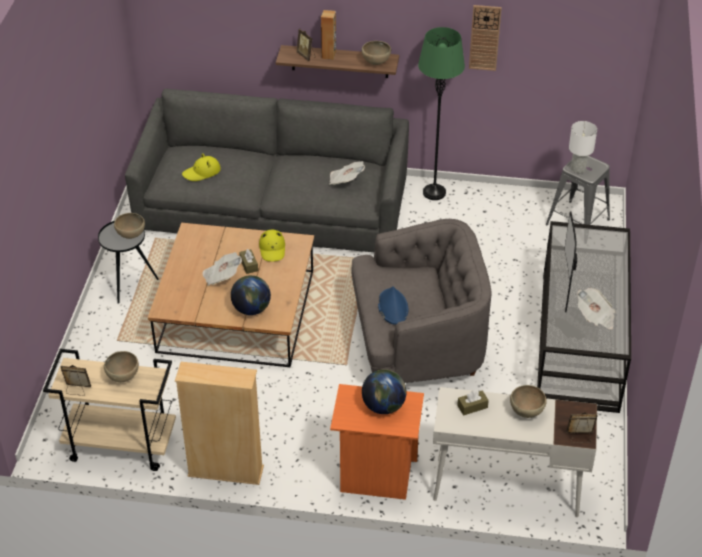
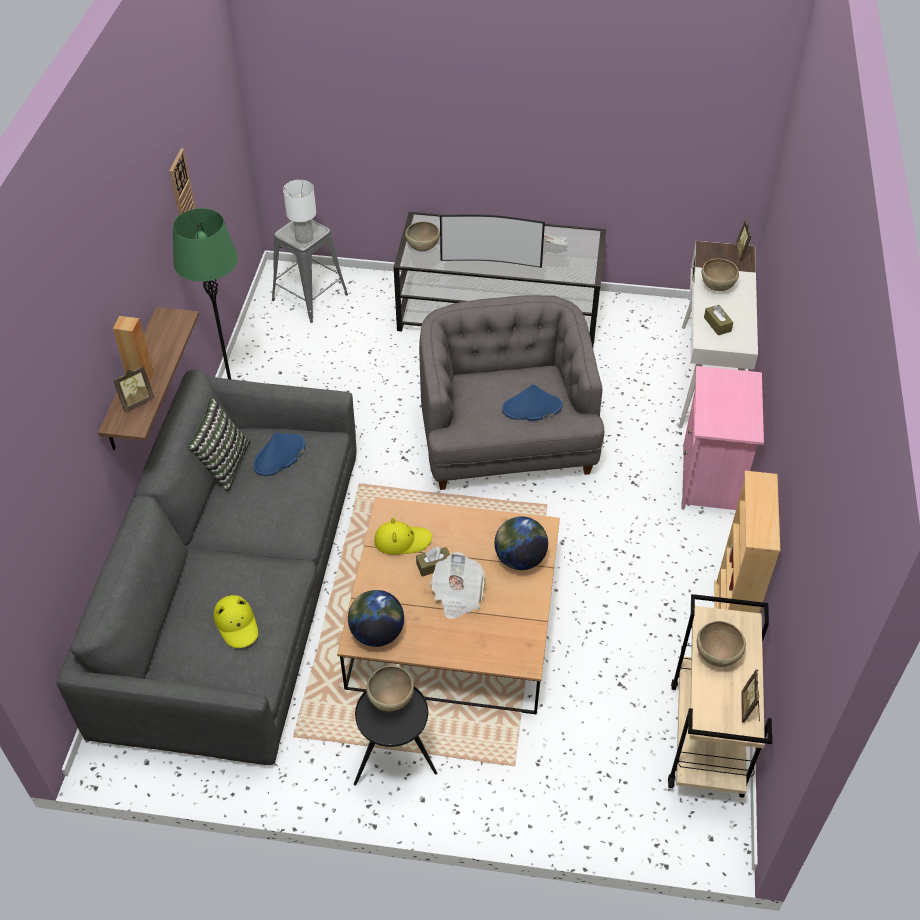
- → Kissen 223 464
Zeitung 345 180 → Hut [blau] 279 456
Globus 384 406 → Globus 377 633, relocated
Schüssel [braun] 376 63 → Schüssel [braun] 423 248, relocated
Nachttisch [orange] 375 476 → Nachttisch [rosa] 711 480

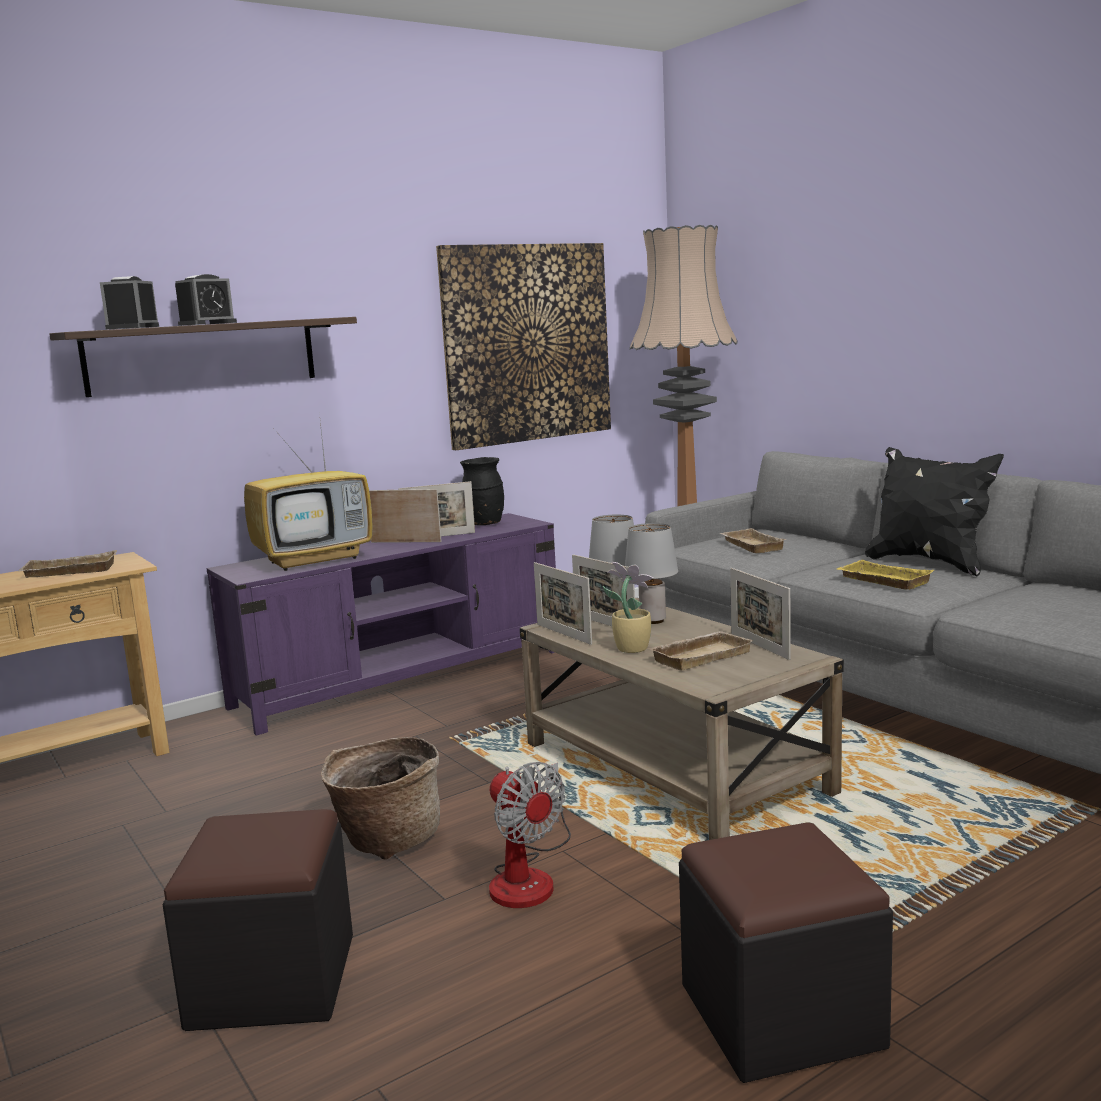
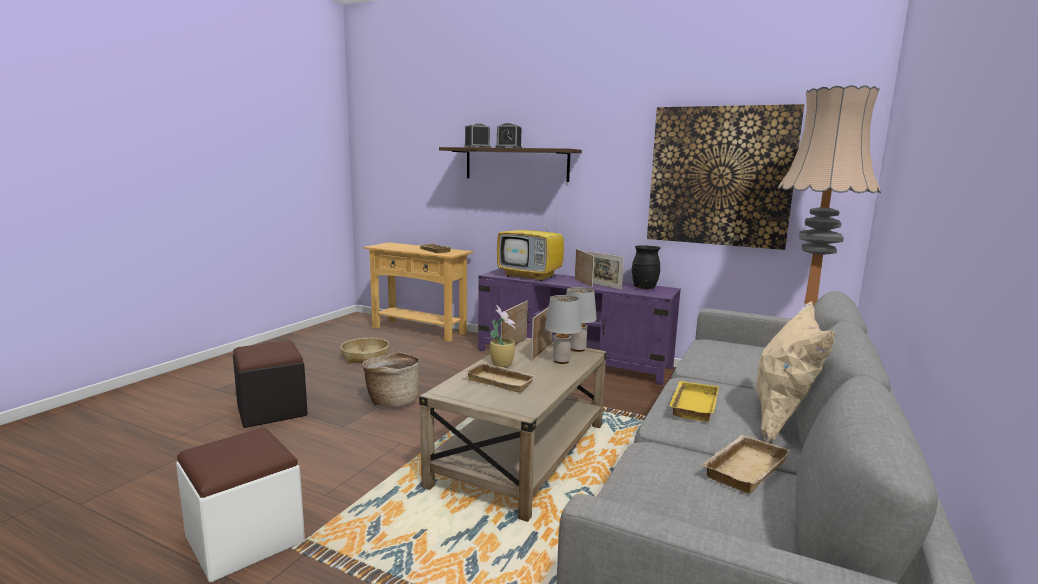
Polsterhocker [schwarz] 780 1016 → Polsterhocker [weiß] 245 539
- → Korb 365 357
Tablett [beige] 750 546 → Tablett [beige] 743 467, relocated
Kissen [schwarz] 929 563 → Kissen [beige] 783 419
Ventilator 528 876 → -
Bilderrahmen 759 646 → -

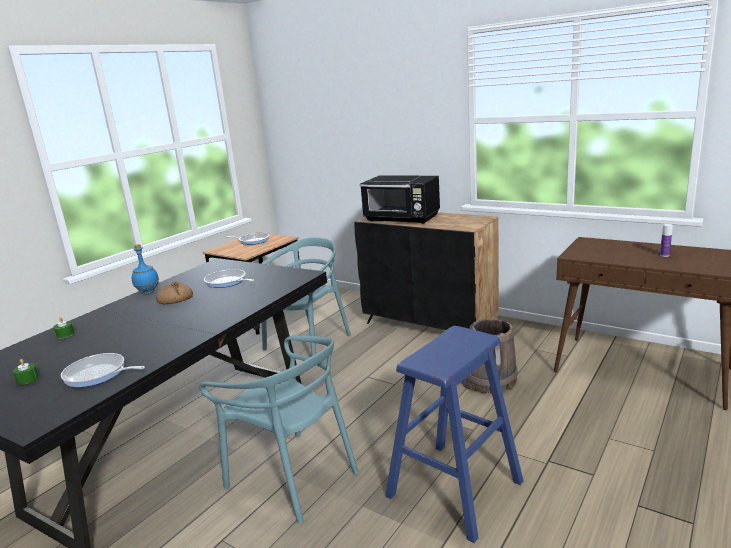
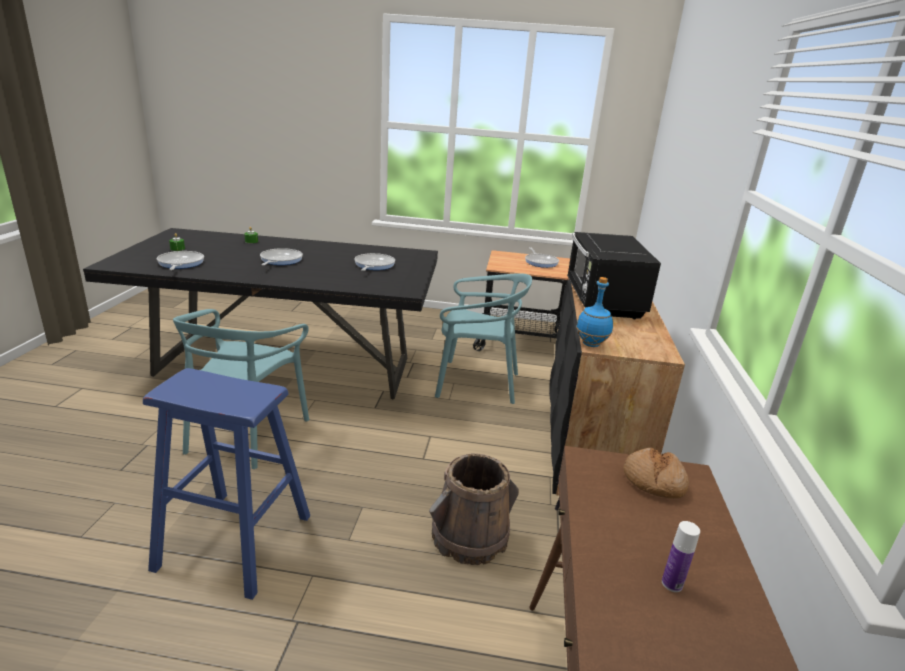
- → Pfanne 280 260
Flasche [blau] 148 292 → Flasche [blau] 591 344, relocated
Brot 175 299 → Brot 653 481, relocated

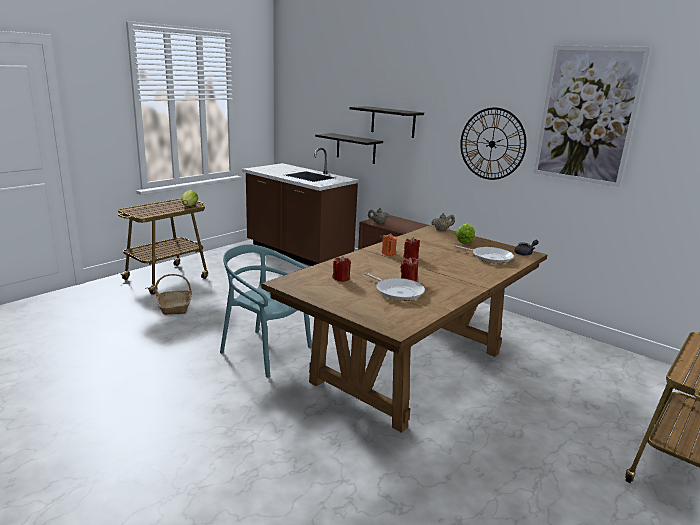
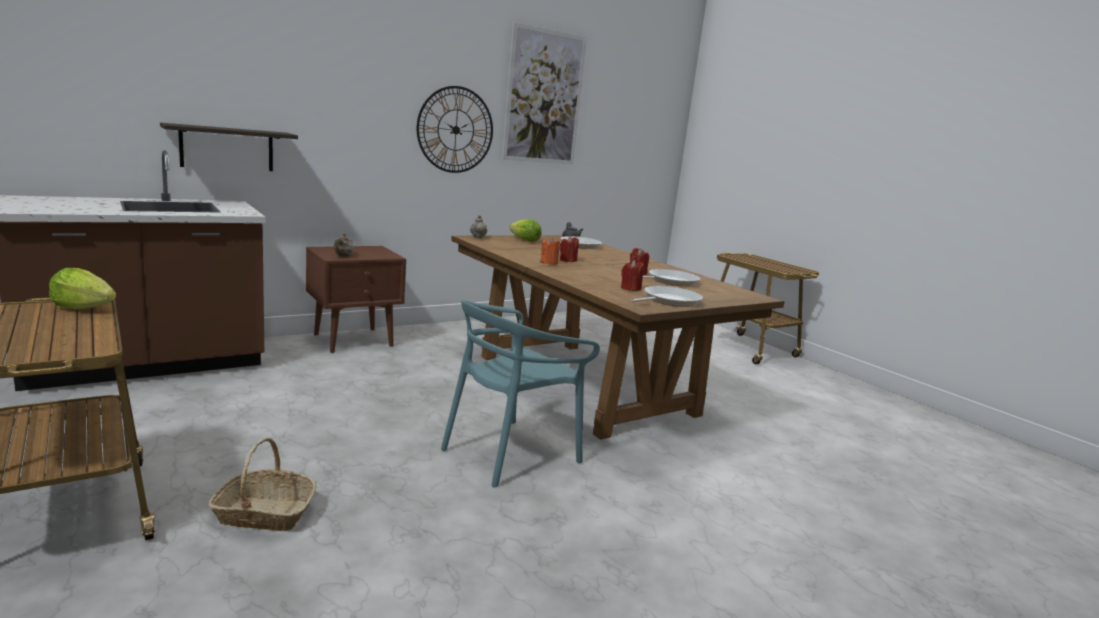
- → Pfanne 669 301
Wandregal 393 122 → -

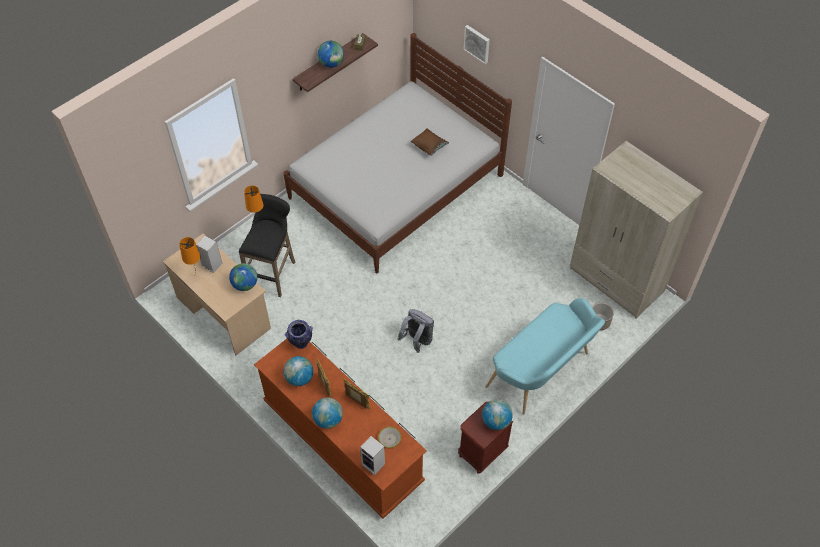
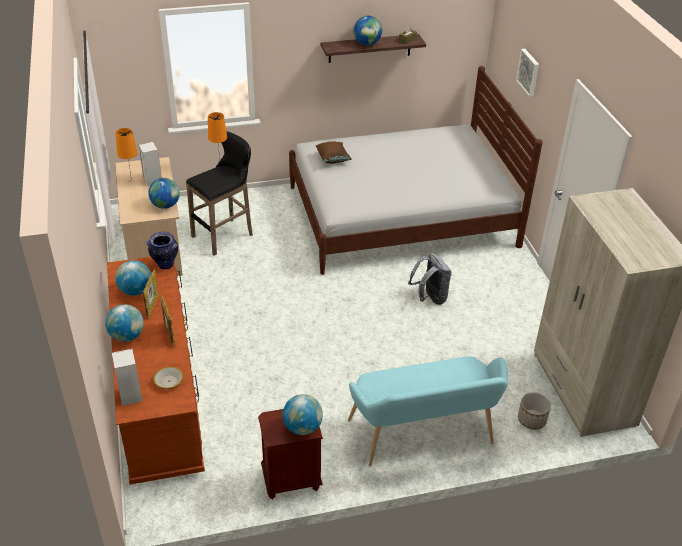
Kissen [braun] 429 147 → Kissen [braun] 332 159, relocated
Rucksack [grau] 417 341 → Rucksack [grau] 430 298, relocated

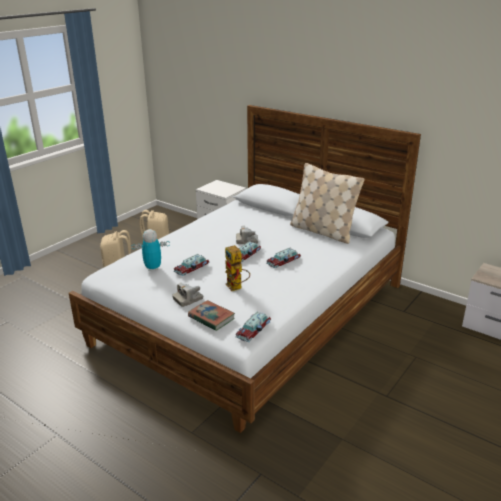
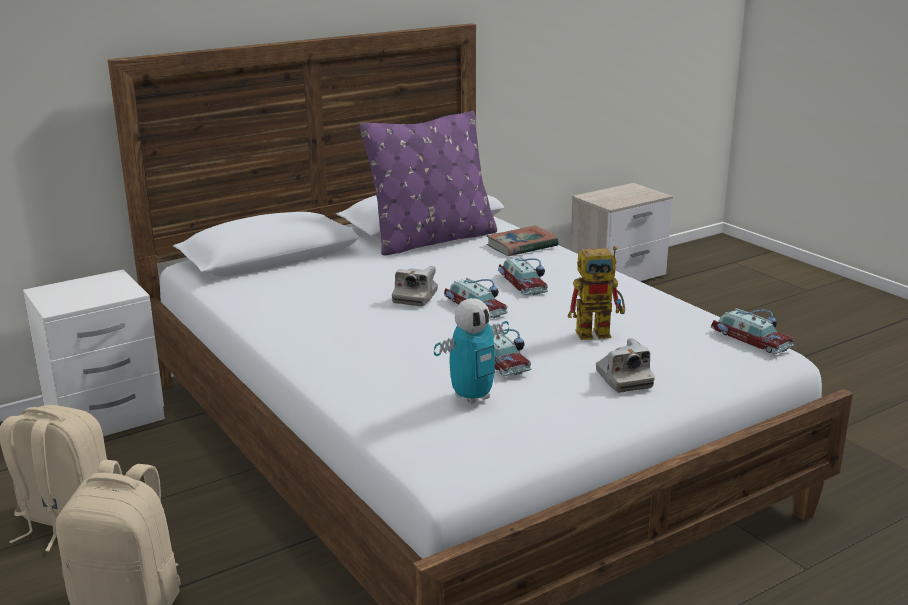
Kissen [beige] 323 231 → Kissen [lila] 432 240
Spielzeugroboter 153 268 → Spielzeugroboter 472 397, 135 degrees counterclockwise
Buch 211 318 → Buch 522 246, relocated

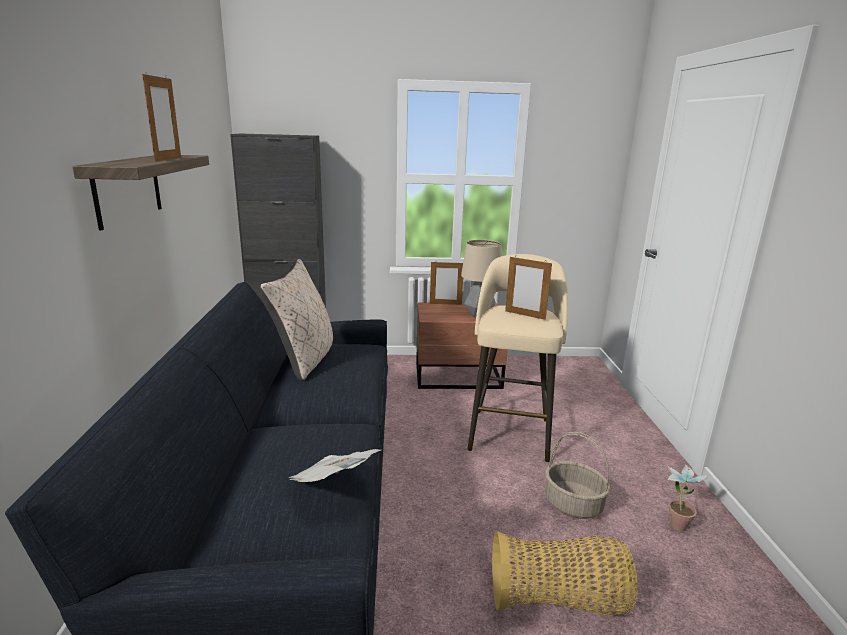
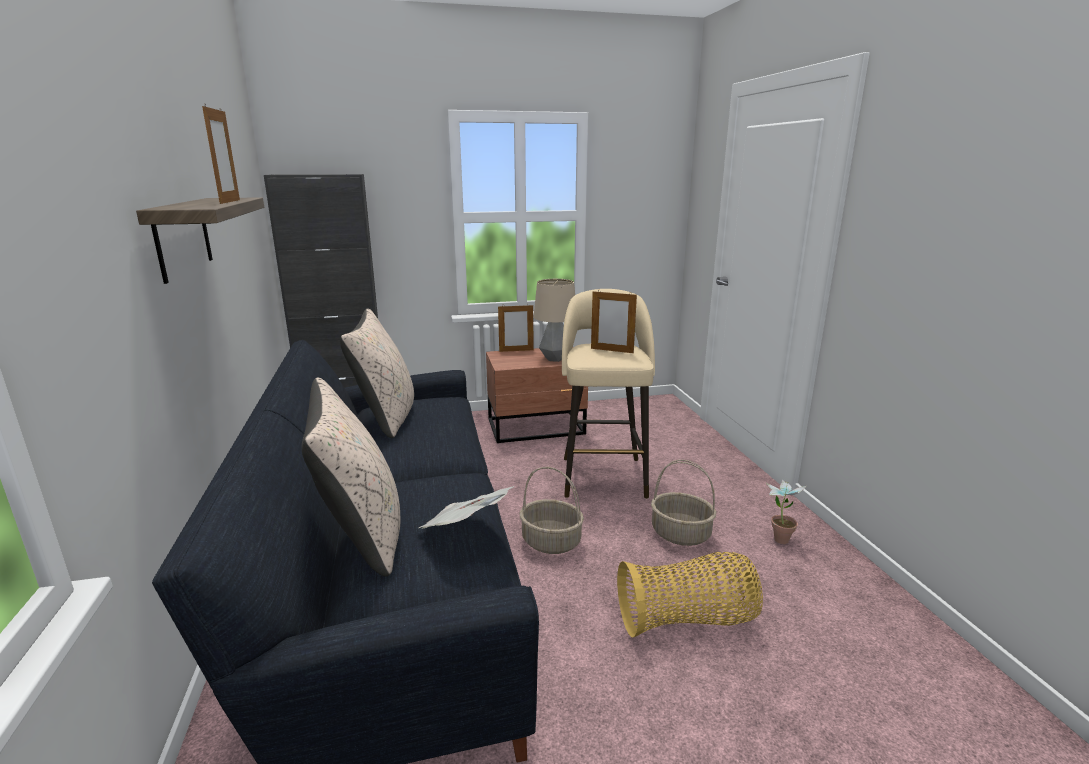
- → Kissen [beige] 362 535
- → Korb 550 542

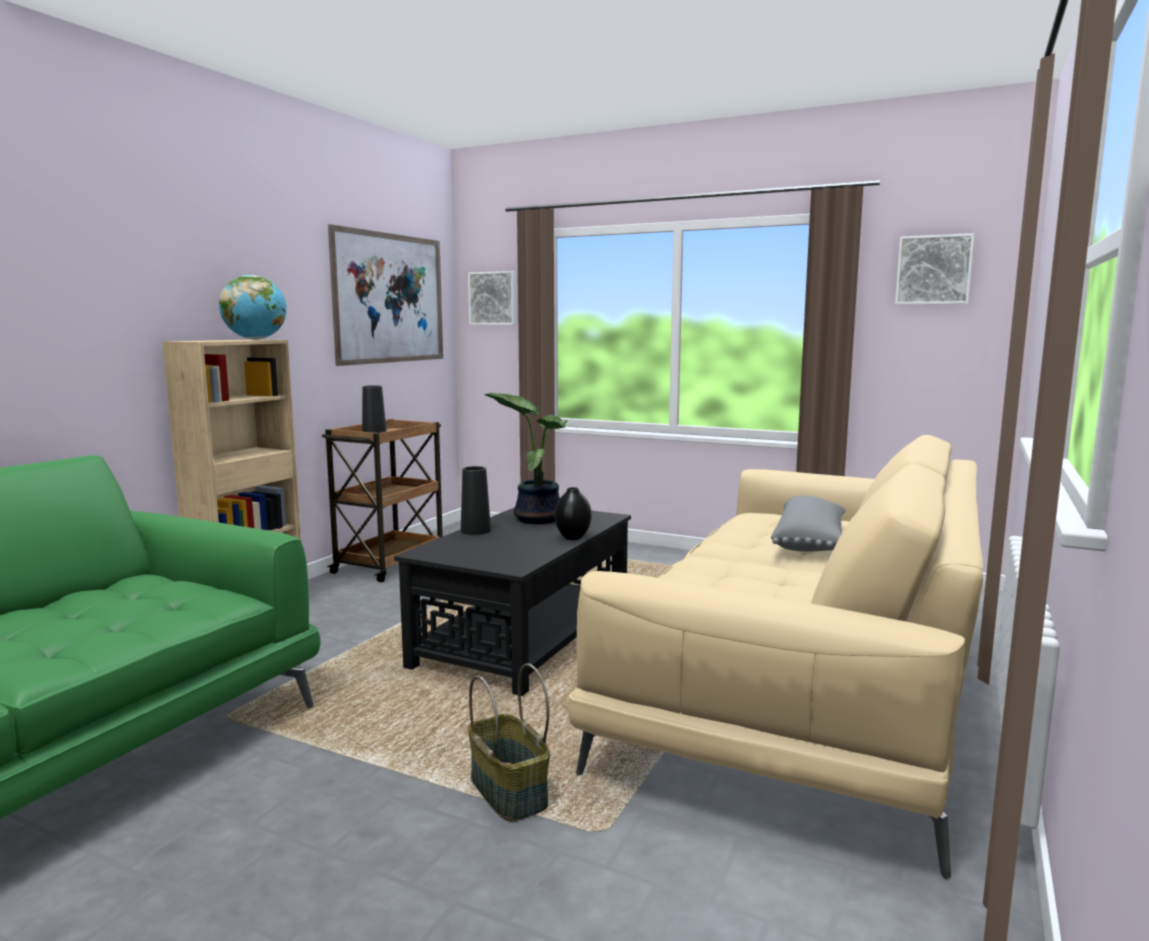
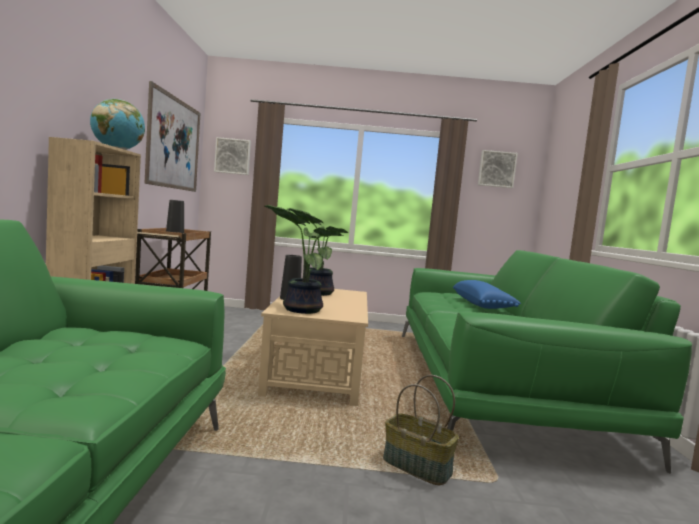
Couchtisch [schwarz] 524 637 → Couchtisch [beige] 316 371
- → Topfpflanze 300 309
Sofa [beige] 804 683 → Sofa [grün] 493 384
Kissen [grau] 811 543 → Kissen [blau] 482 305
Vase [schwarz] 572 537 → -

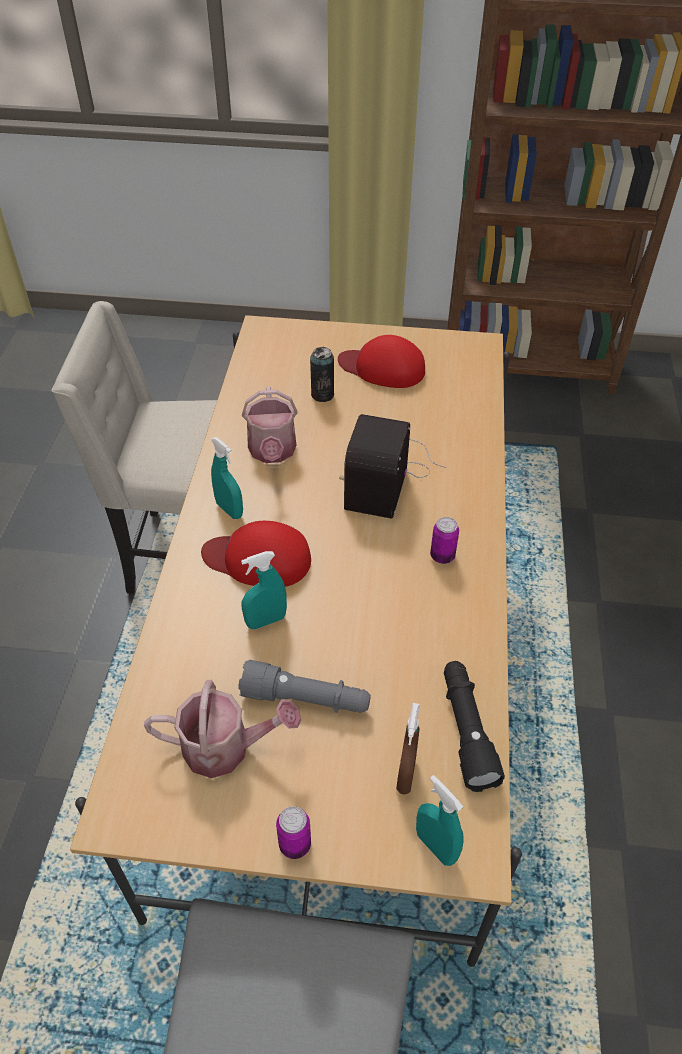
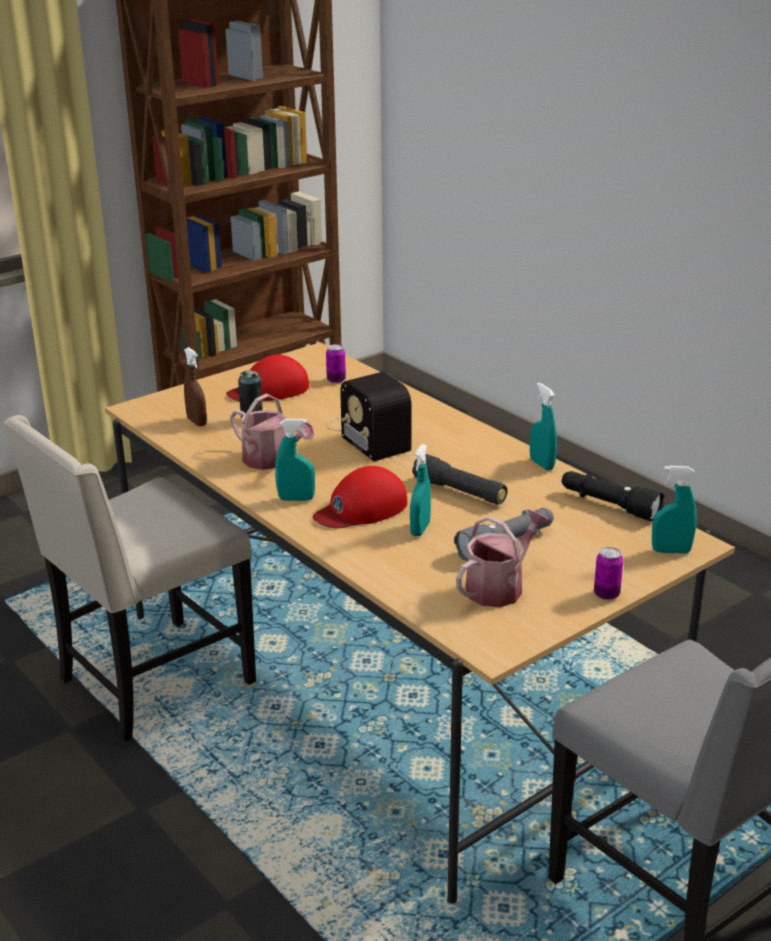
Sprühflasche [braun] 406 774 → Sprühflasche [braun] 197 422, relocated
Dose 442 556 → Dose 336 380, relocated
- → Taschenlampe [schwarz] 459 492
- → Sprühflasche [türkis] 541 464

